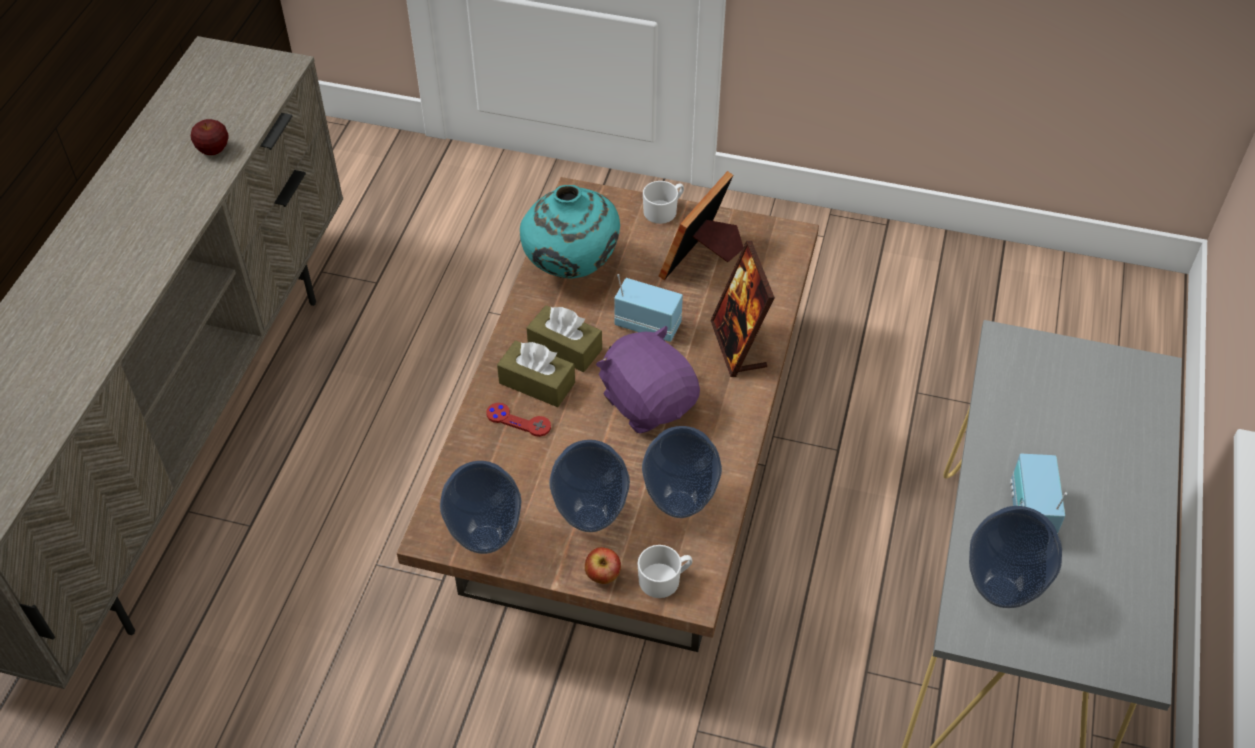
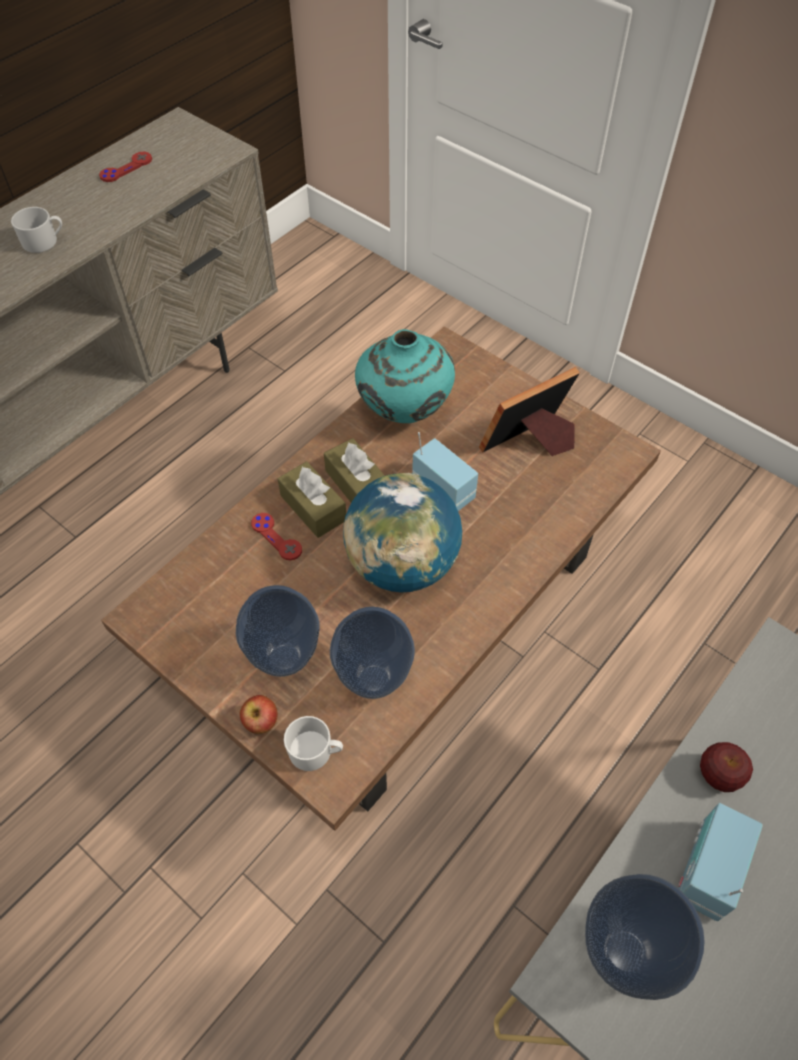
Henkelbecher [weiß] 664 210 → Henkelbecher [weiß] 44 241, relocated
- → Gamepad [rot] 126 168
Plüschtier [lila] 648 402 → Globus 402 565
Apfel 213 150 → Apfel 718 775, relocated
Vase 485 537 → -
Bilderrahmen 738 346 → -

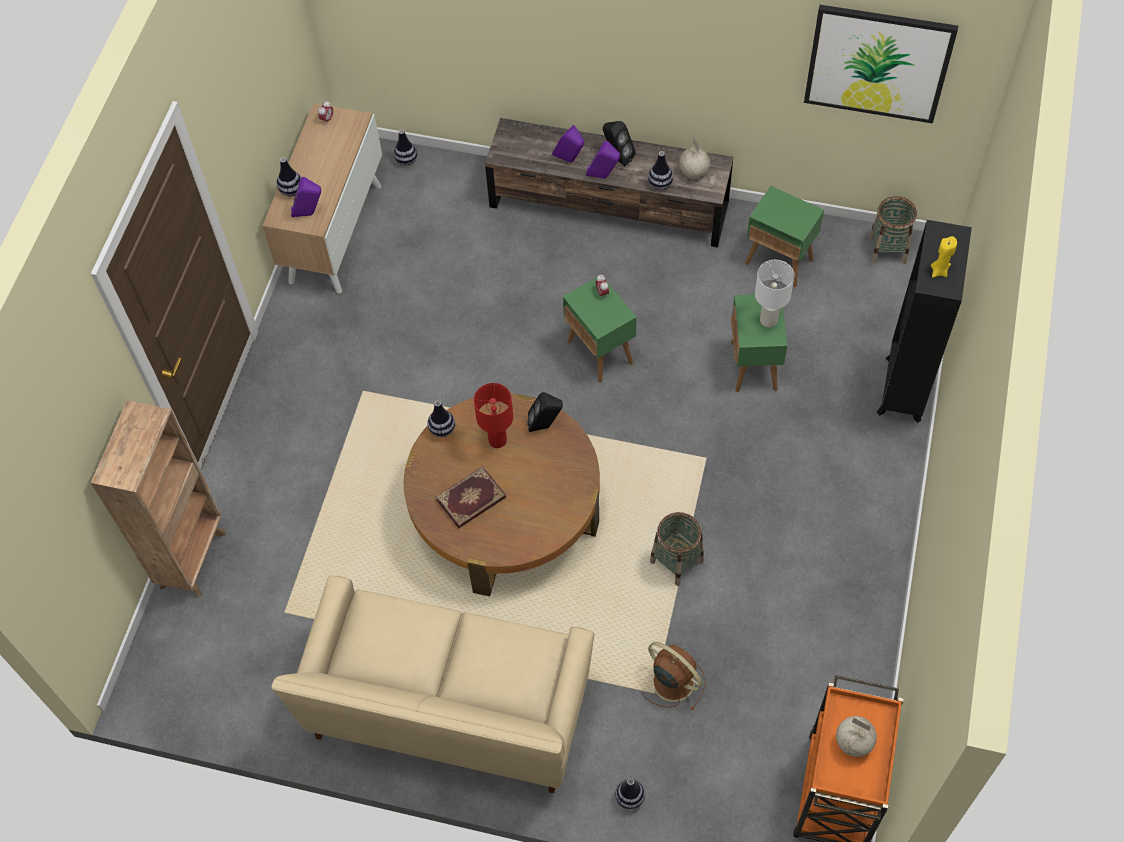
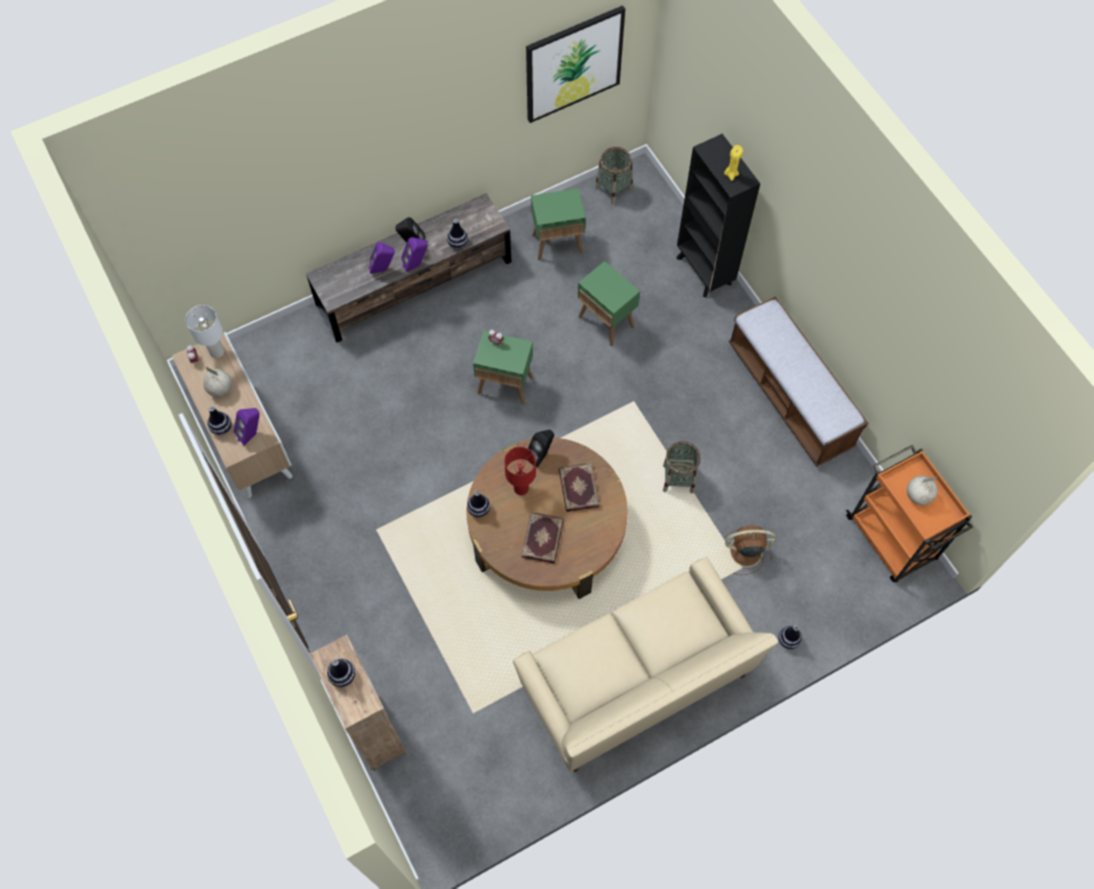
Tischlampe [weiß] 769 319 → Tischlampe [weiß] 217 351, relocated
Globus 693 173 → Globus 221 390, relocated
Vase 406 160 → Vase 342 676, relocated
- → Buch 578 488
- → Bank 790 396

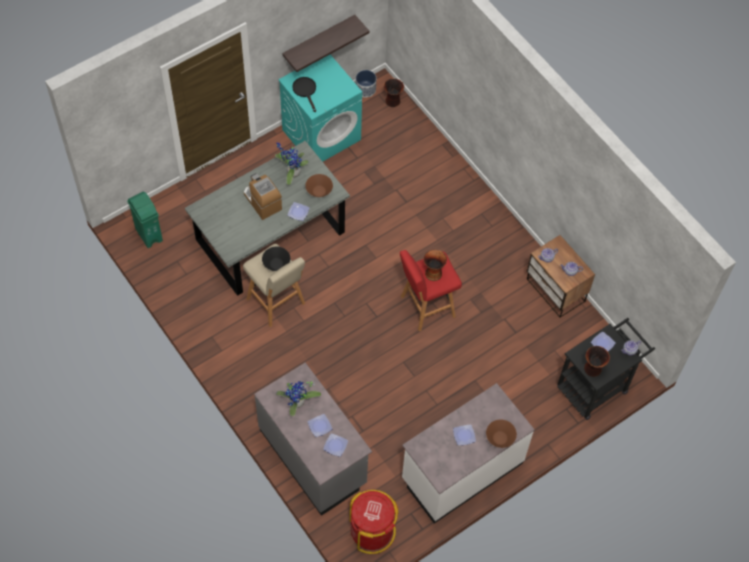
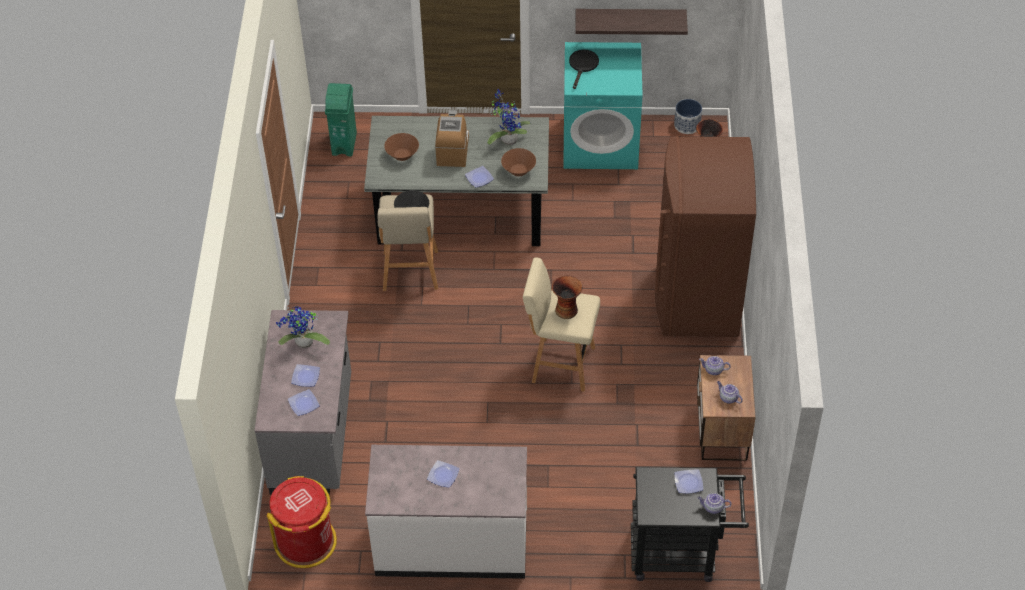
Schüssel [braun] 500 438 → Schüssel [braun] 402 155, relocated
Hocker [rot] 426 307 → Hocker [beige] 560 364
- → Kühlschrank [braun] 696 300
Vase 593 369 → -

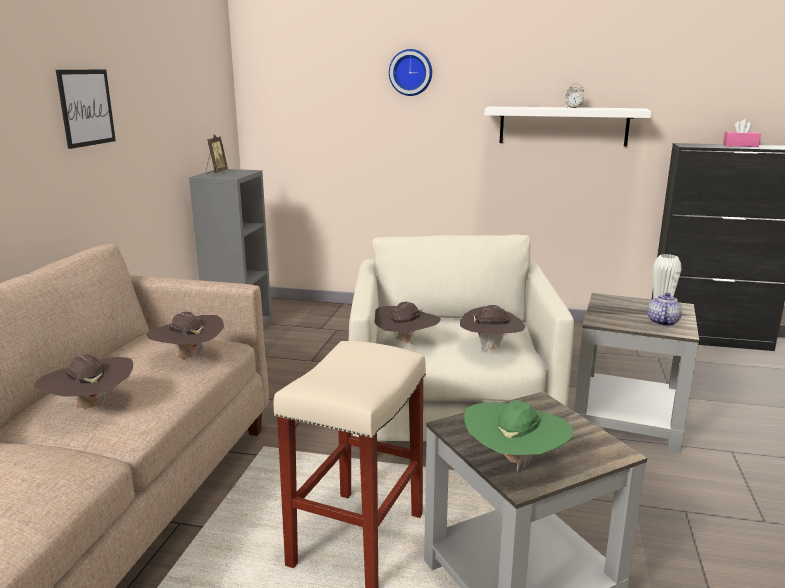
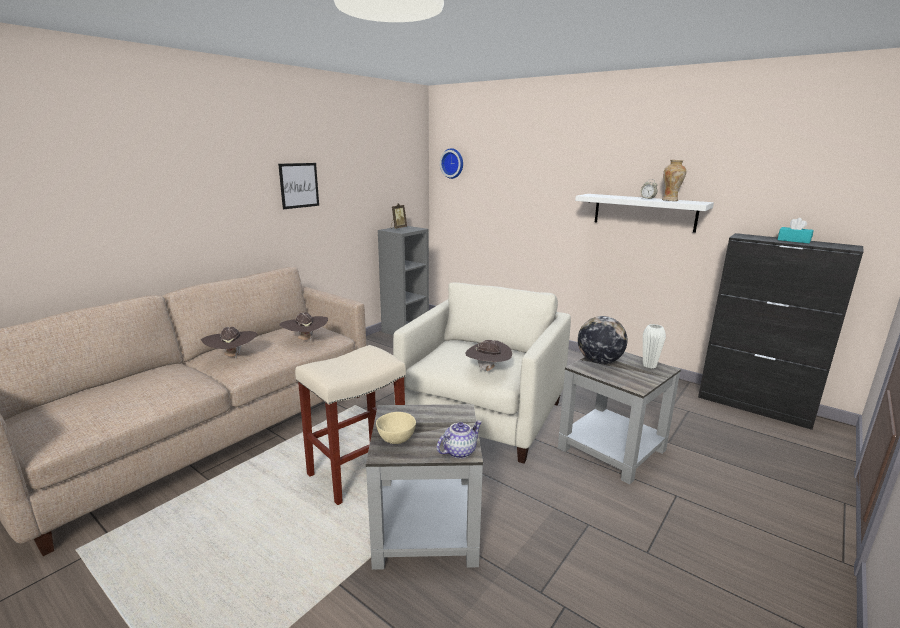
Hut [grün] 515 461 → Schüssel [beige] 397 440
Teekanne 662 322 → Teekanne 459 451, relocated
Wanduhr 411 72 → Wanduhr 453 163, relocated
- → Globus 599 361
- → Vase 670 200
Taschentuchbox [rosa] 740 145 → Taschentuchbox [türkis] 794 240
Hut [braun] 405 344 → -

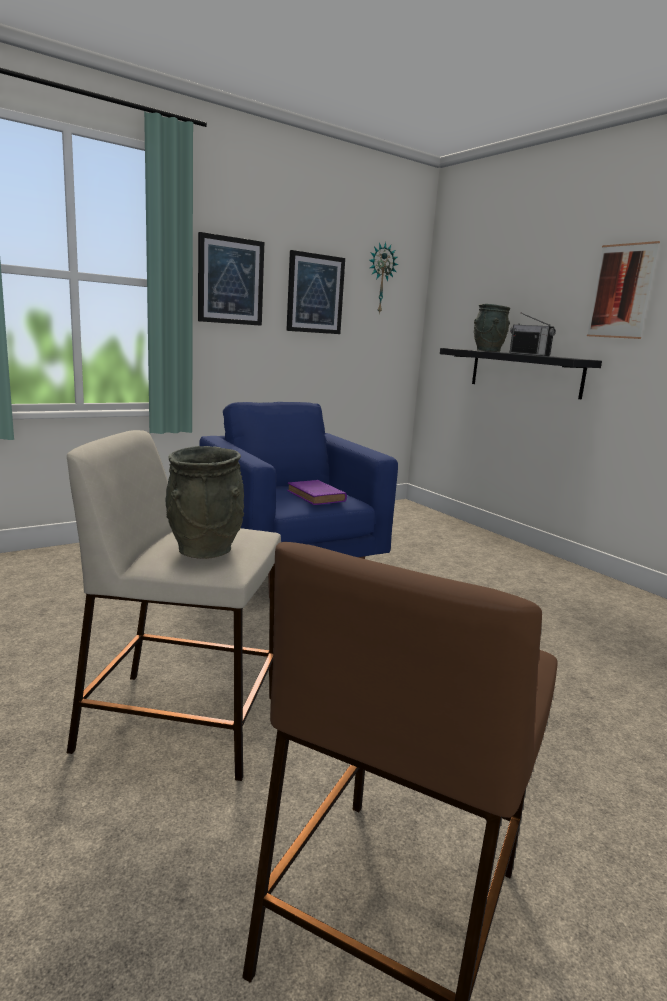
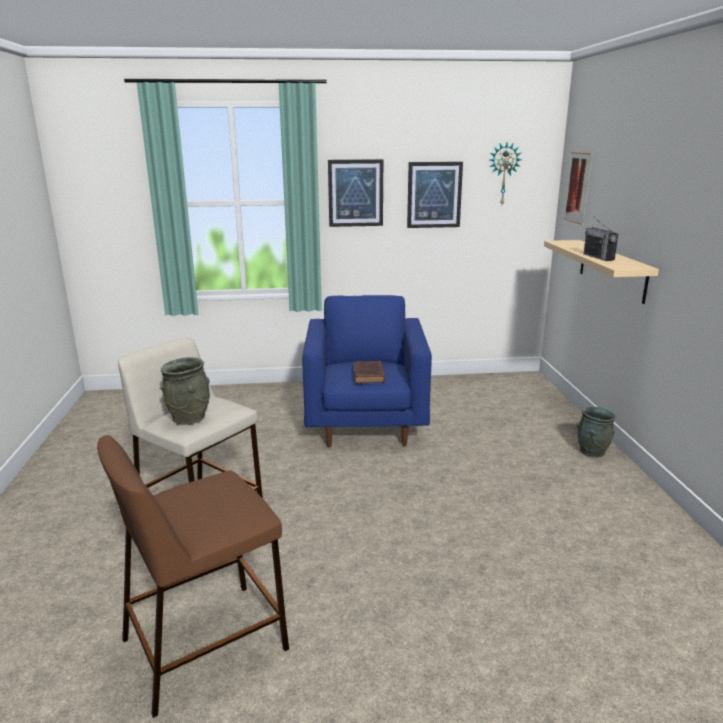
Buch [lila] 317 496 → Buch [braun] 368 375
Wandregal [schwarz] 525 372 → Wandregal [beige] 612 270
Bild 621 291 → Bild 578 188, relocated
Vase [grau] 488 351 → Vase [grau] 591 452, relocated

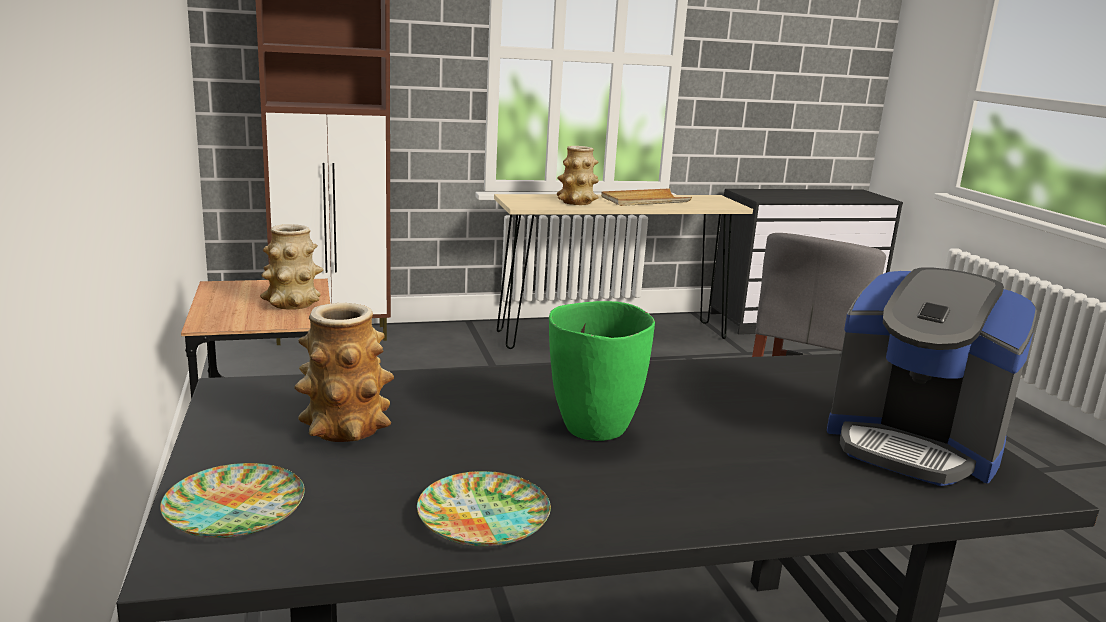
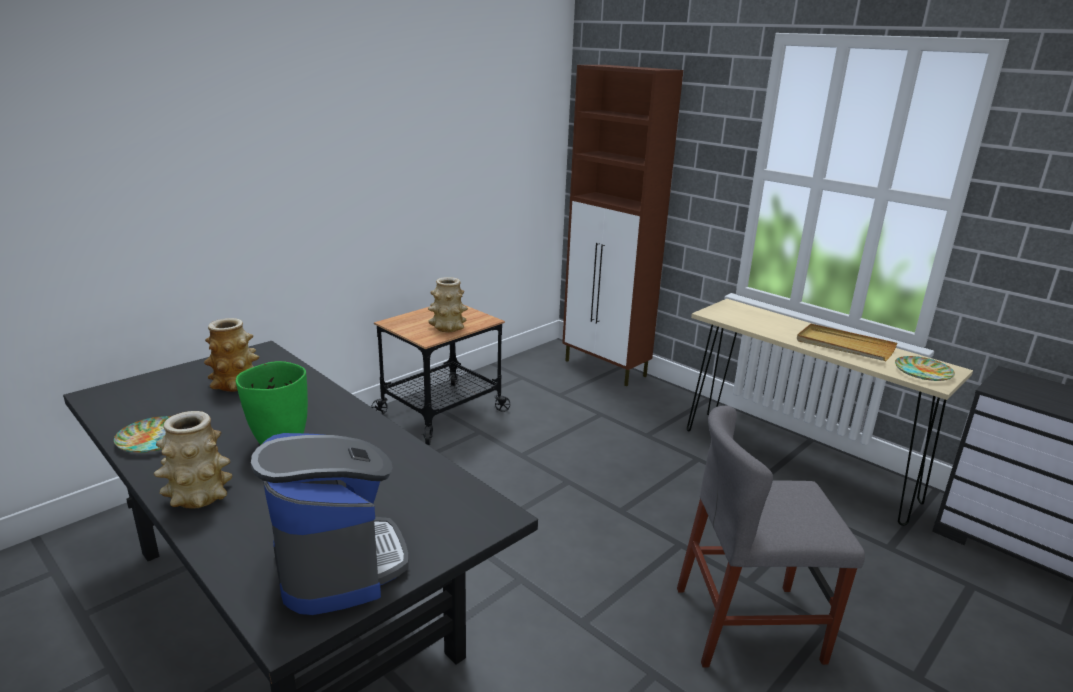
Vase 577 202 → Vase 198 496, relocated
Kaffeemaschine 913 445 → Kaffeemaschine 337 564, 150 degrees clockwise
Teller 235 509 → Teller 922 372, relocated

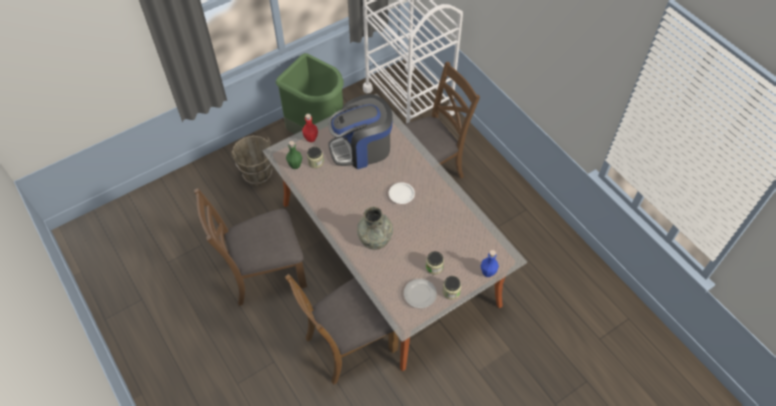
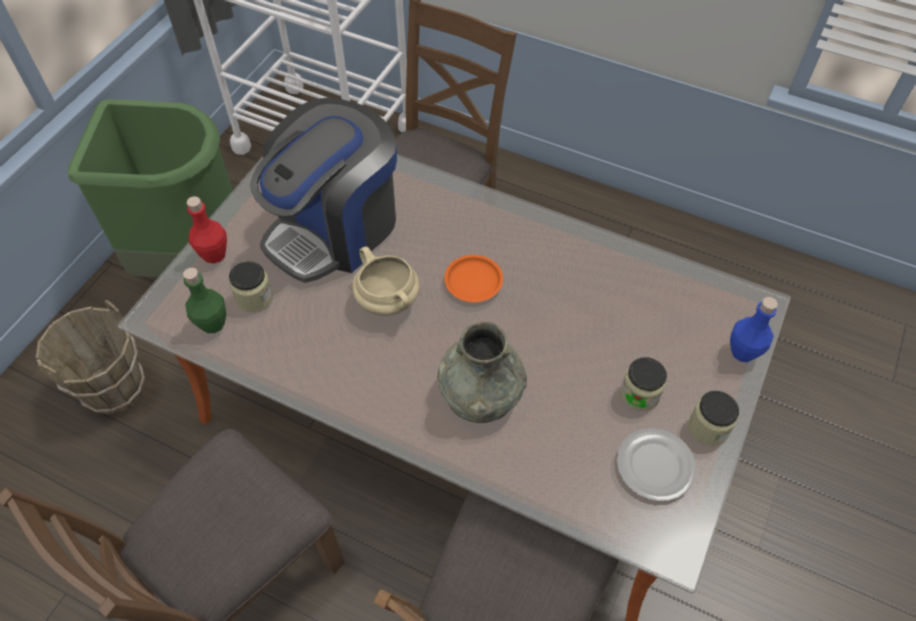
- → Kochtopf [beige] 389 300
Teller [weiß] 401 194 → Teller [orange] 473 281

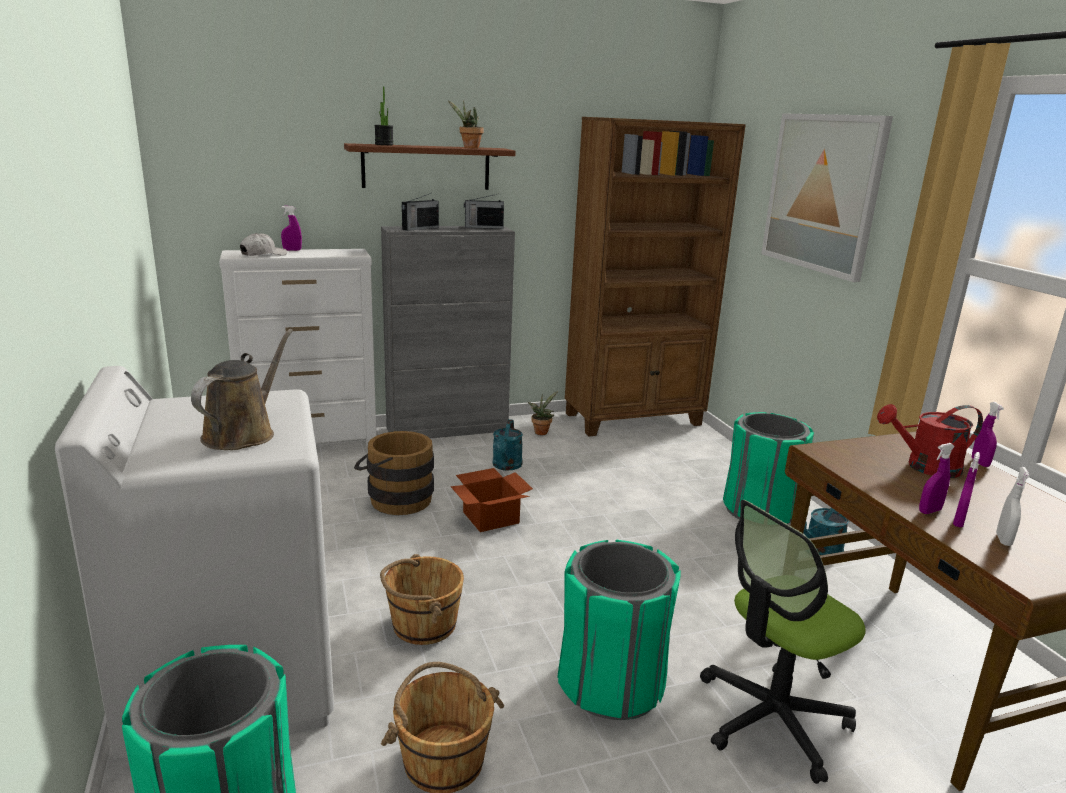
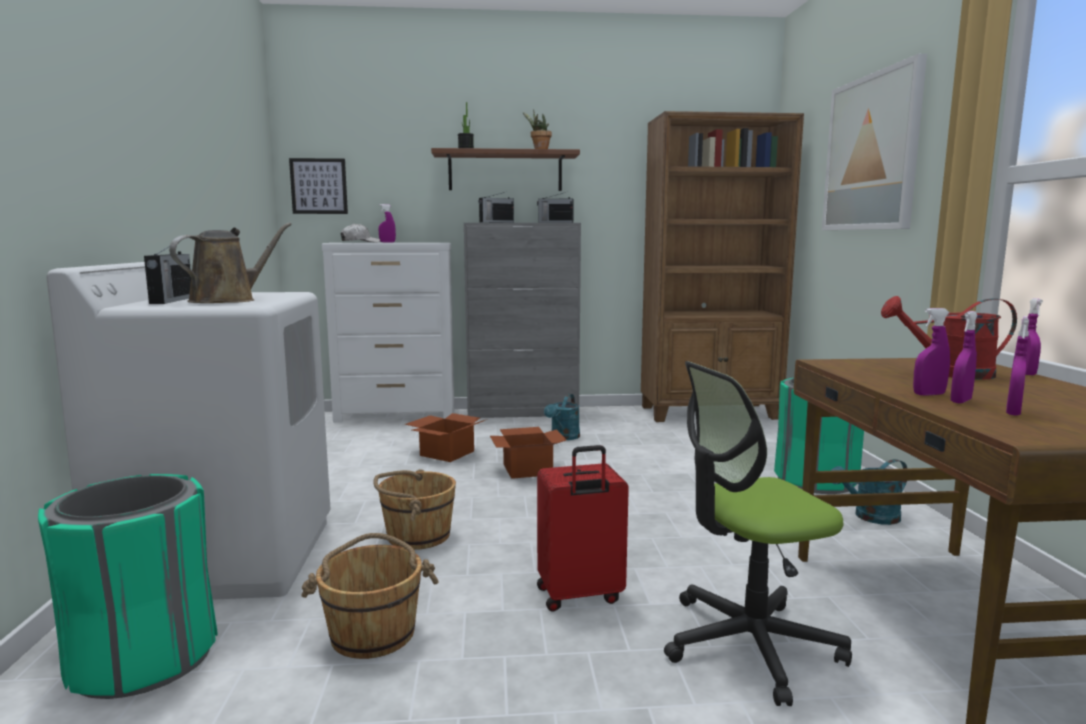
- → Radio 171 300
- → Bild 319 186
Eimer [braun] 395 499 → Karton 446 453
Mülleimer [grün] 612 684 → Koffer [rot] 579 596
Sprühflasche [weiß] 1003 540 → Sprühflasche [lila] 1013 412
Topfpflanze 541 431 → -

